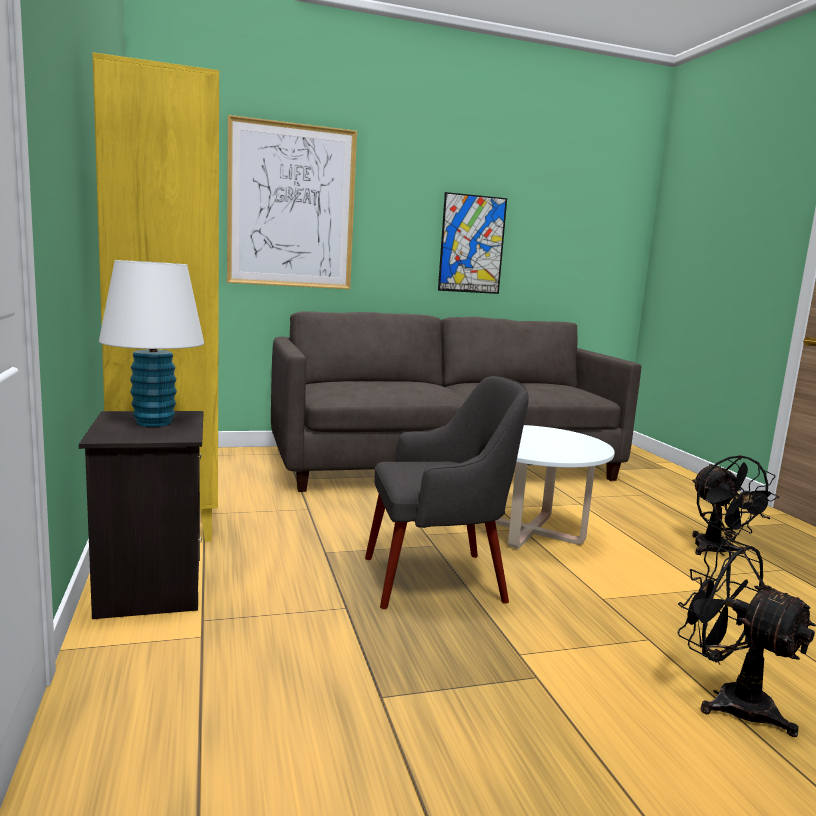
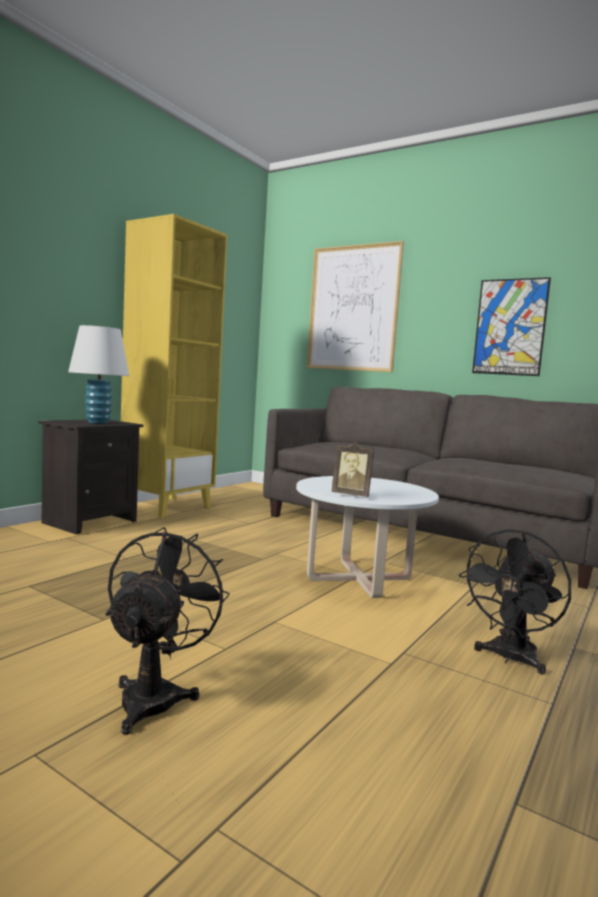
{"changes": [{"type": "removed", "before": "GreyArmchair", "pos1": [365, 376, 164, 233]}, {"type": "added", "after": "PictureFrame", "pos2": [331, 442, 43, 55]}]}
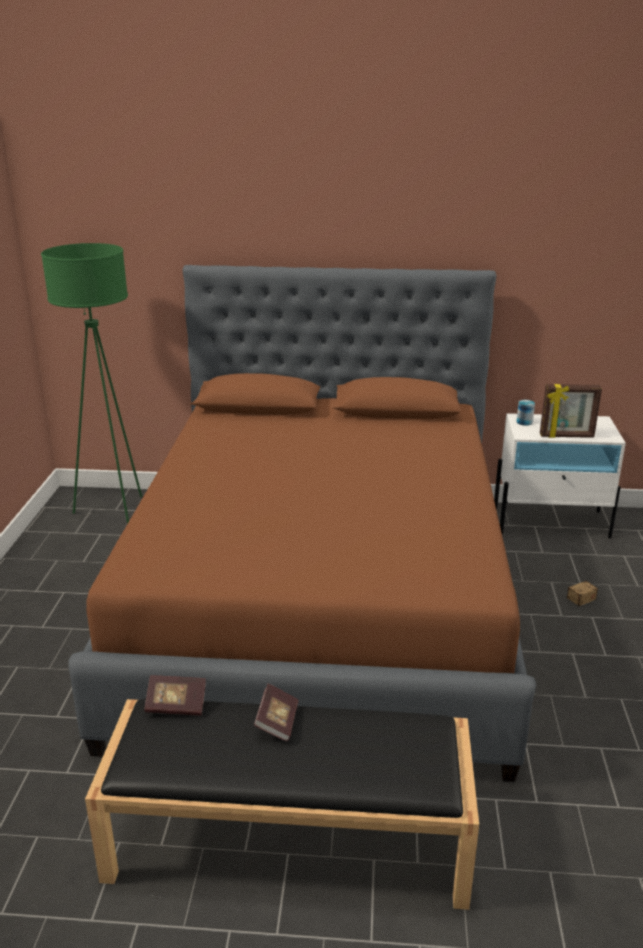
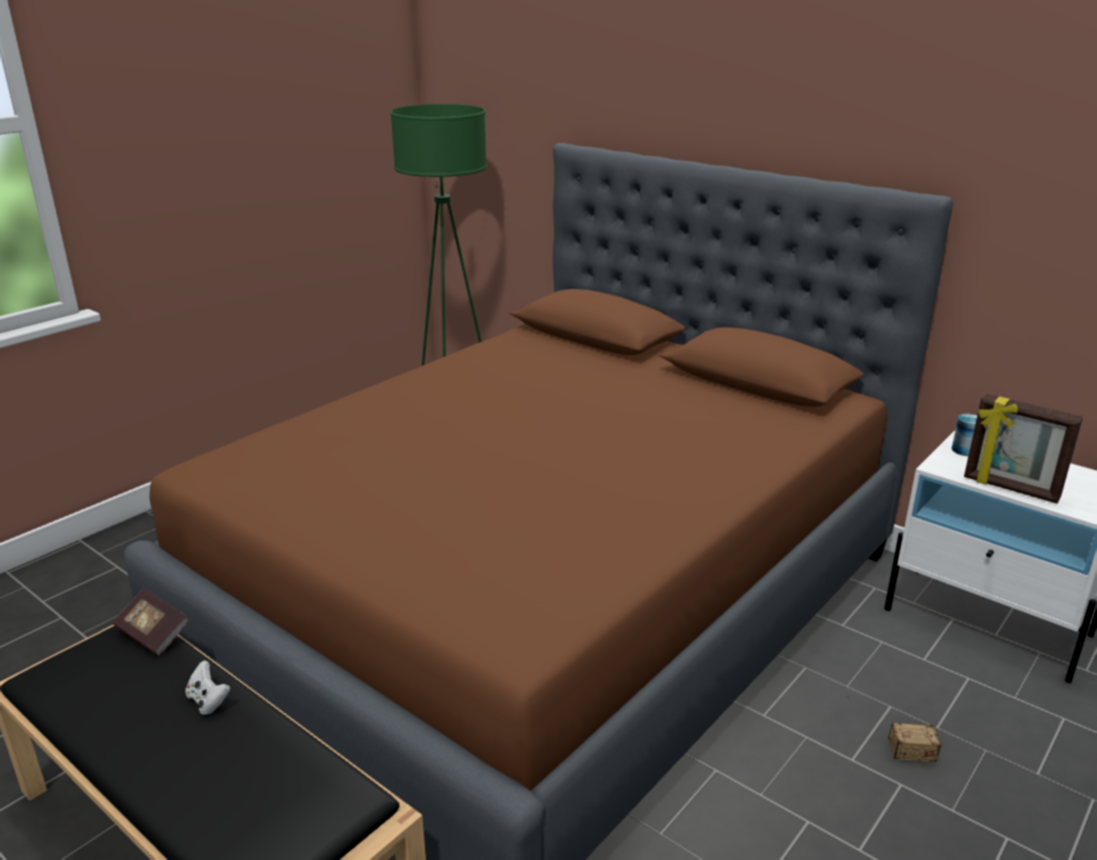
{"changes": [{"type": "replaced", "before": "Book", "after": "WhiteGameController", "pos1": [254, 683, 44, 59], "pos2": [185, 660, 46, 55]}]}
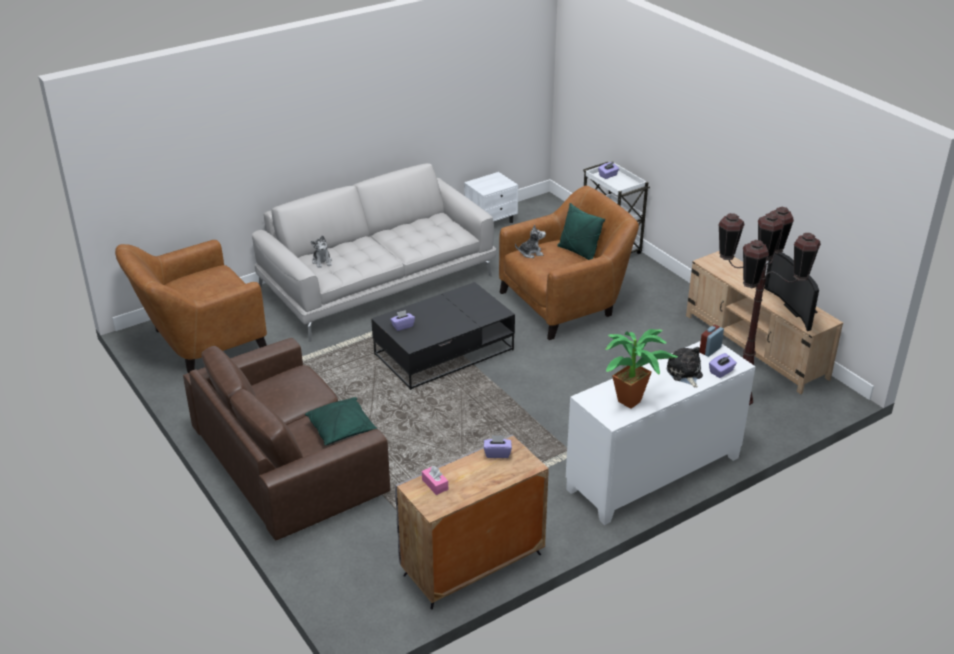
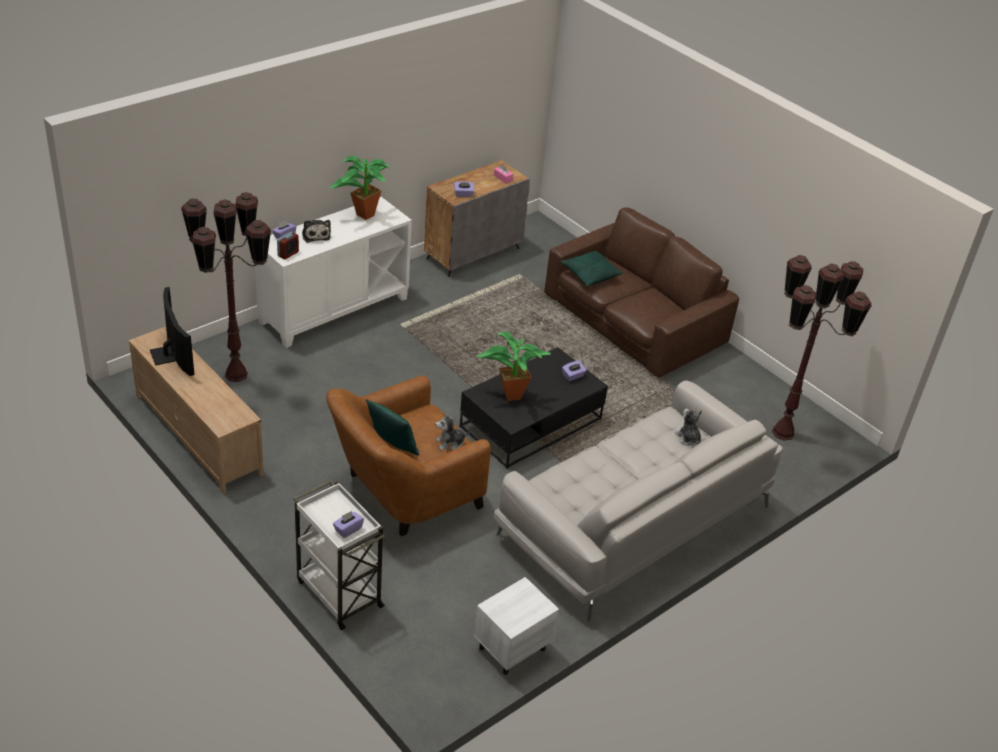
{"changes": [{"type": "replaced", "before": "BrownArmchair", "after": "BrownFloorLamp", "pos1": [115, 240, 152, 133], "pos2": [772, 255, 99, 186]}, {"type": "added", "after": "PottedPlant", "pos2": [477, 331, 74, 70]}]}
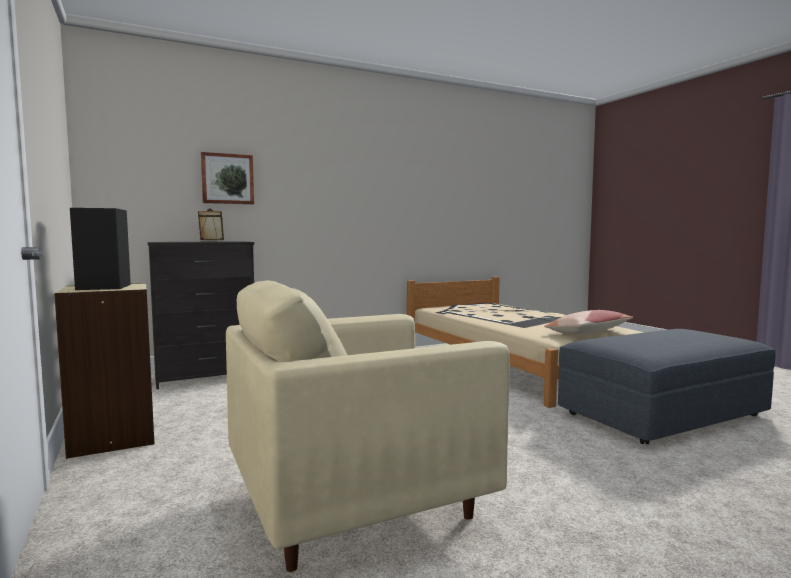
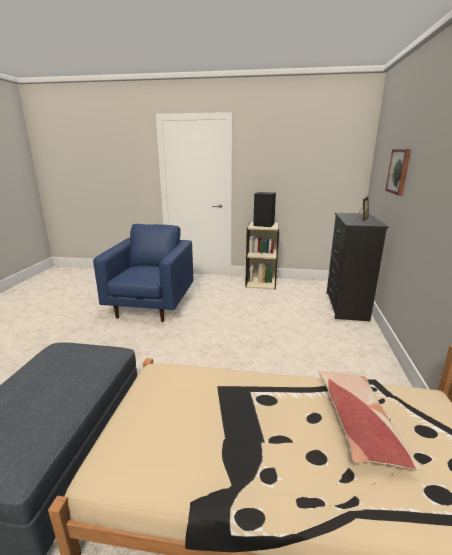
{"changes": [{"type": "recoloured", "before": "BeigeArmchair", "after": "BlueArmchair", "pos1": [226, 280, 284, 292], "pos2": [93, 224, 101, 98]}, {"type": "moved", "before": "Pillow", "pos1": [544, 310, 89, 24], "pos2": [319, 371, 103, 100]}]}
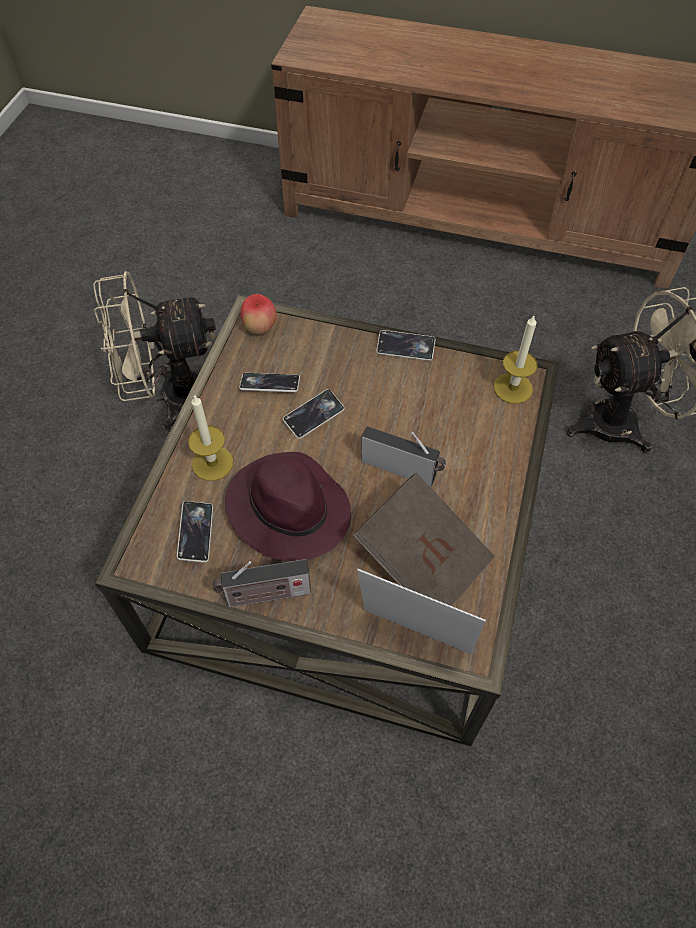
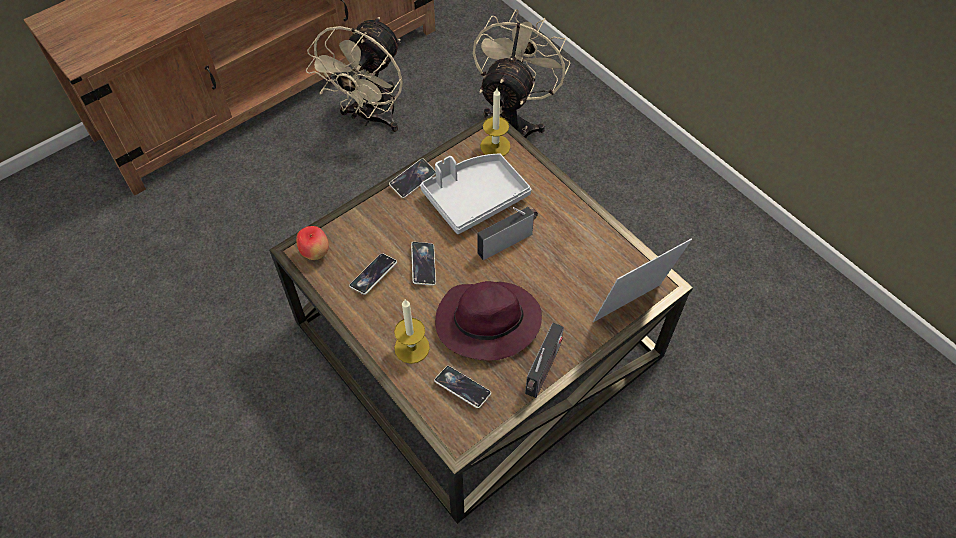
{"changes": [{"type": "moved", "before": "BeigeFan", "pos1": [93, 271, 123, 160], "pos2": [306, 17, 97, 115]}, {"type": "removed", "before": "BrownBook", "pos1": [352, 473, 142, 133]}, {"type": "added", "after": "GreyTray", "pos2": [420, 153, 111, 81]}]}
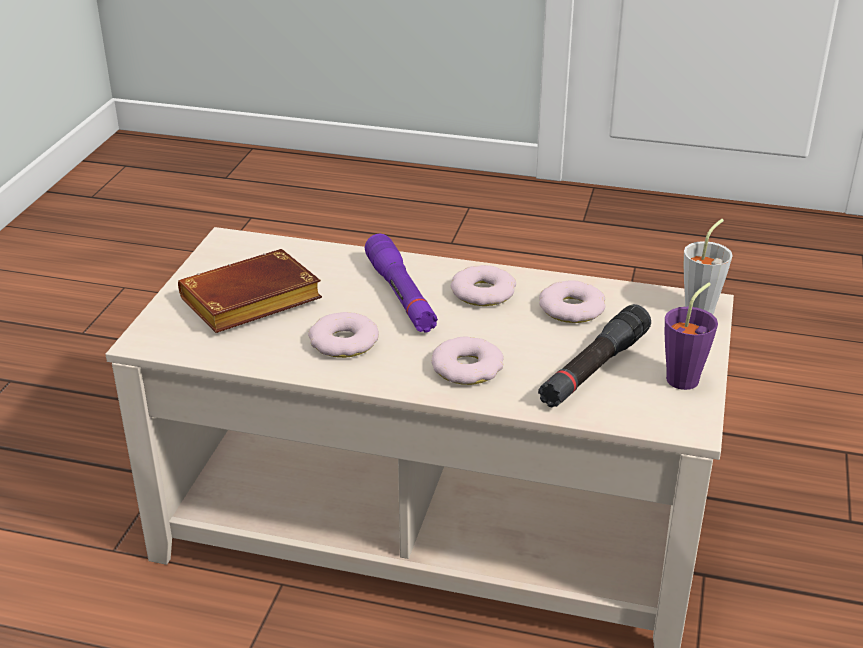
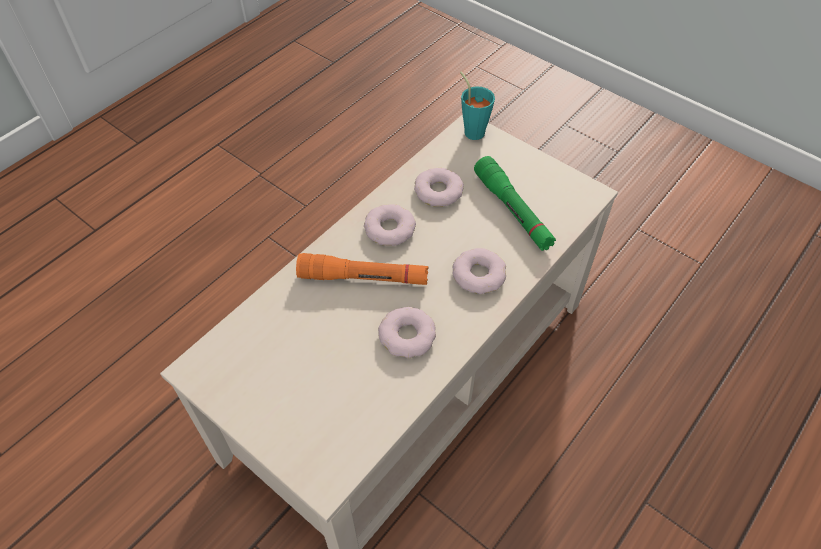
{"changes": [{"type": "removed", "before": "BrownBook", "pos1": [178, 249, 144, 84]}, {"type": "recoloured", "before": "PurpleFlashlight", "after": "OrangeFlashlight", "pos1": [365, 234, 73, 99], "pos2": [296, 253, 132, 32]}, {"type": "recoloured", "before": "BlackFlashlight", "after": "GreenFlashlight", "pos1": [538, 304, 113, 103], "pos2": [474, 156, 82, 95]}, {"type": "removed", "before": "PurpleCup", "pos1": [665, 282, 53, 108]}, {"type": "recoloured", "before": "GreyCup", "after": "TurquoiseCup", "pos1": [684, 219, 49, 95], "pos2": [460, 71, 35, 69]}]}
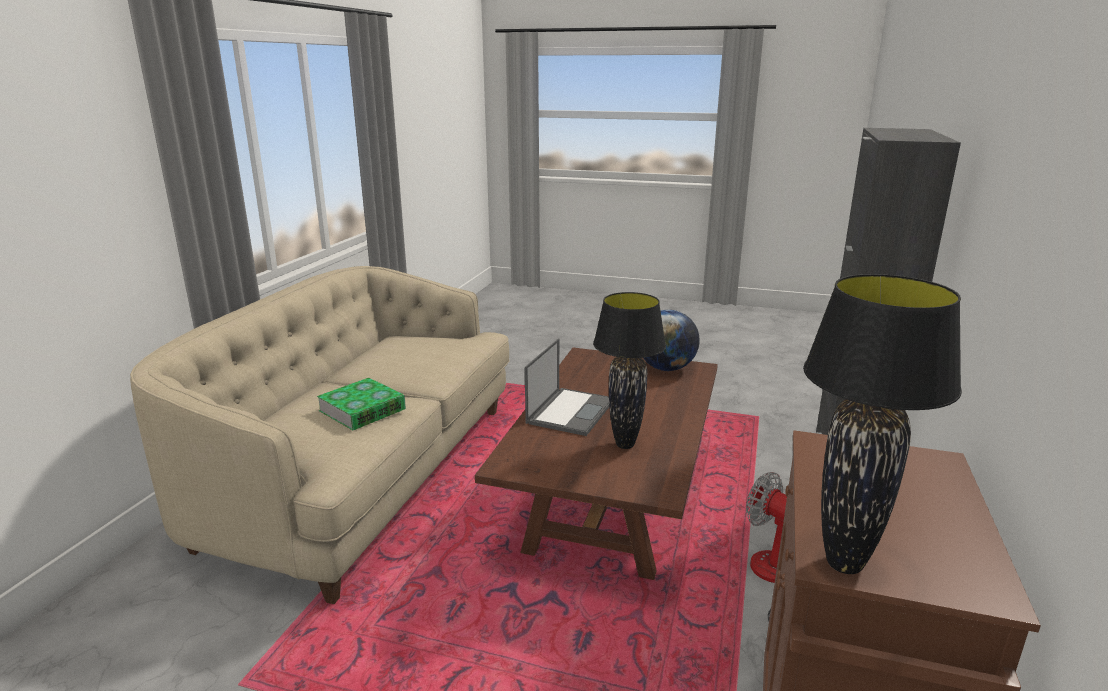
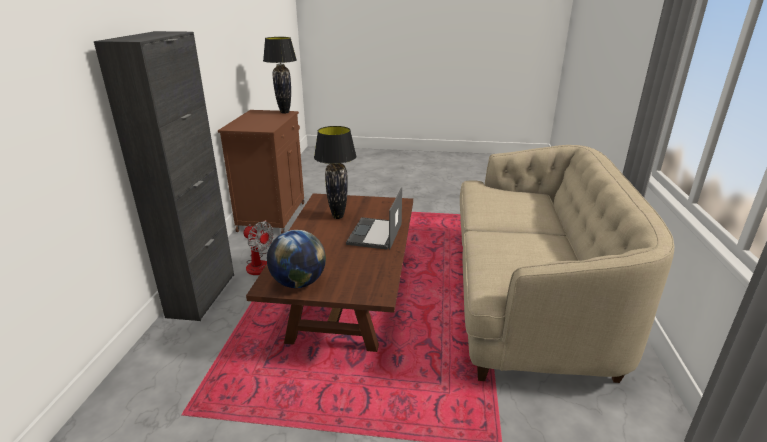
{"changes": [{"type": "removed", "before": "Book", "pos1": [317, 378, 89, 52]}]}
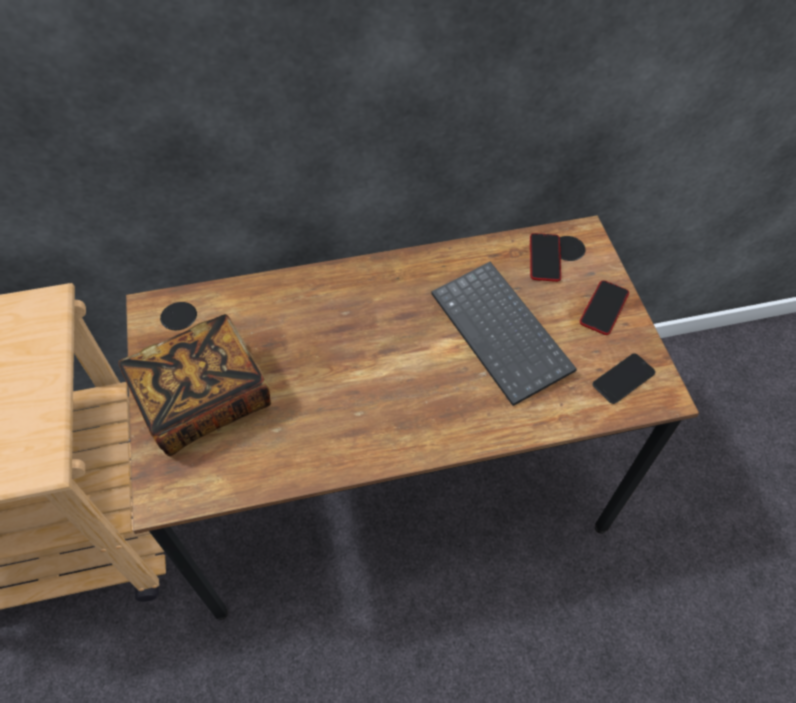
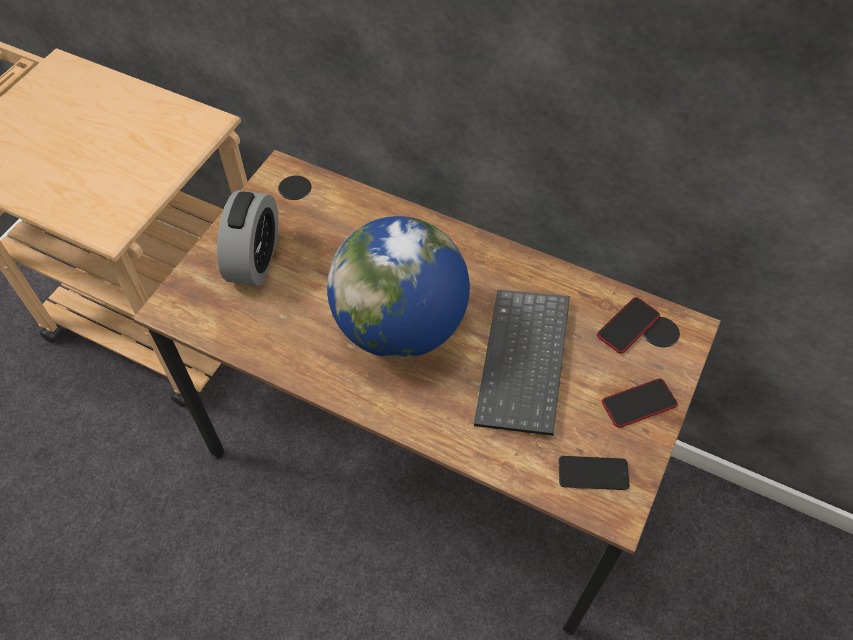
{"changes": [{"type": "replaced", "before": "Book", "after": "AlarmClock", "pos1": [118, 314, 153, 142], "pos2": [217, 190, 62, 96]}, {"type": "added", "after": "Globe", "pos2": [327, 216, 143, 143]}]}
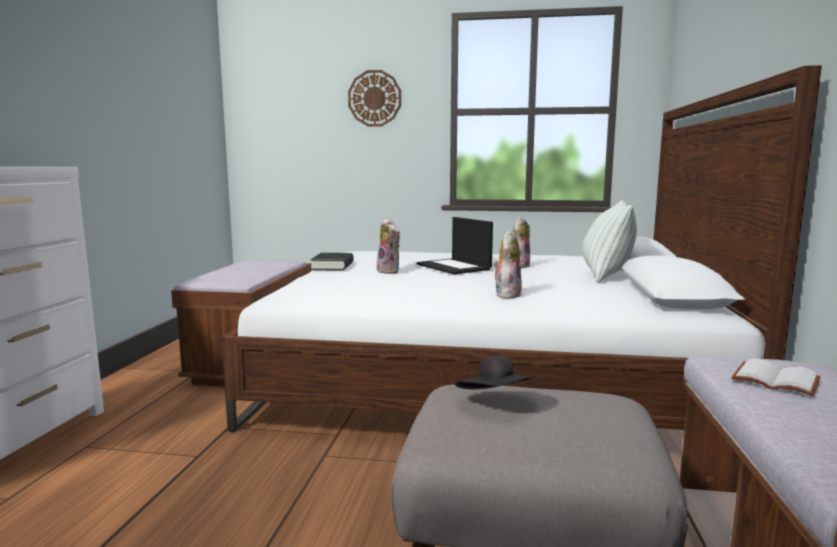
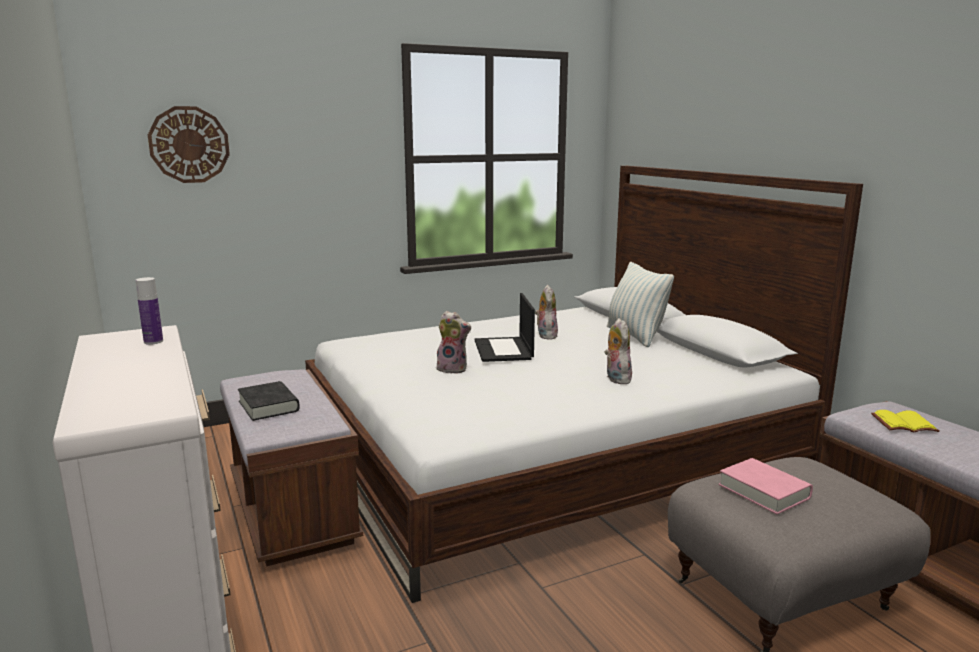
{"changes": [{"type": "moved", "before": "BlackBook", "pos1": [311, 253, 42, 17], "pos2": [238, 381, 62, 40]}, {"type": "moved", "before": "WallClock", "pos1": [348, 70, 53, 57], "pos2": [148, 106, 82, 77]}, {"type": "turned", "before": "Laptop", "pos1": [417, 217, 76, 58], "pos2": [475, 293, 60, 69], "turn": 60}, {"type": "replaced", "before": "BlackHat", "after": "PinkBook", "pos1": [455, 356, 83, 34], "pos2": [719, 458, 94, 56]}, {"type": "recoloured", "before": "WhiteBook", "after": "YellowBook", "pos1": [731, 359, 90, 37], "pos2": [871, 410, 68, 22]}, {"type": "added", "after": "Bottle", "pos2": [136, 277, 27, 68]}]}
